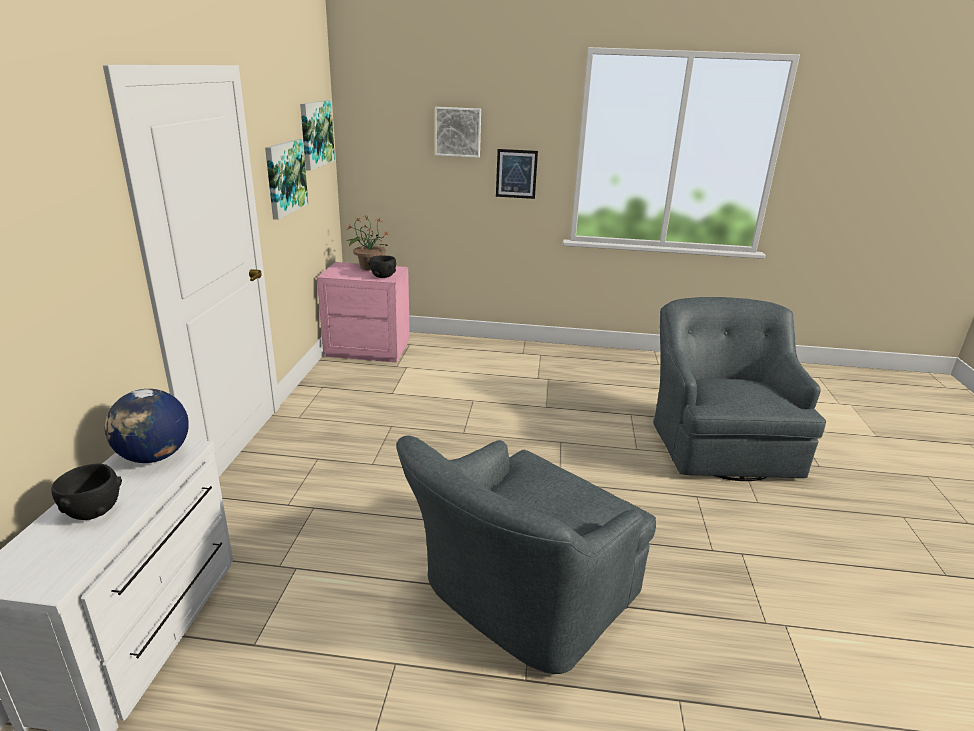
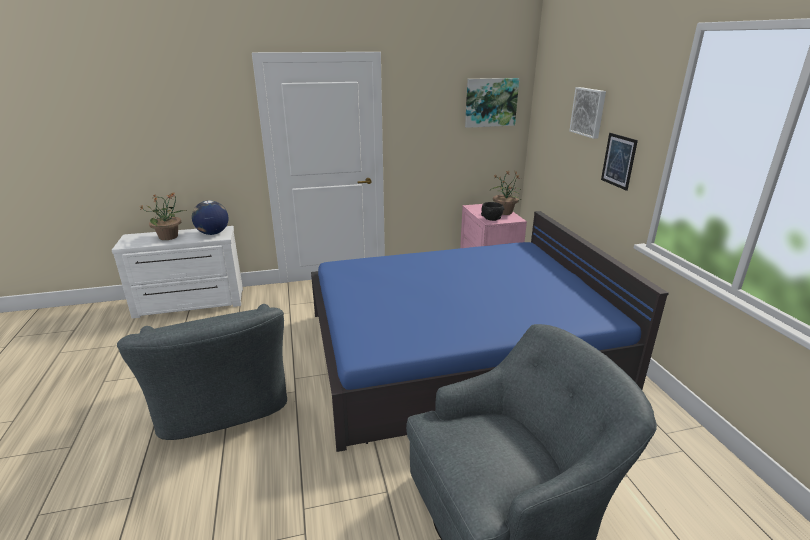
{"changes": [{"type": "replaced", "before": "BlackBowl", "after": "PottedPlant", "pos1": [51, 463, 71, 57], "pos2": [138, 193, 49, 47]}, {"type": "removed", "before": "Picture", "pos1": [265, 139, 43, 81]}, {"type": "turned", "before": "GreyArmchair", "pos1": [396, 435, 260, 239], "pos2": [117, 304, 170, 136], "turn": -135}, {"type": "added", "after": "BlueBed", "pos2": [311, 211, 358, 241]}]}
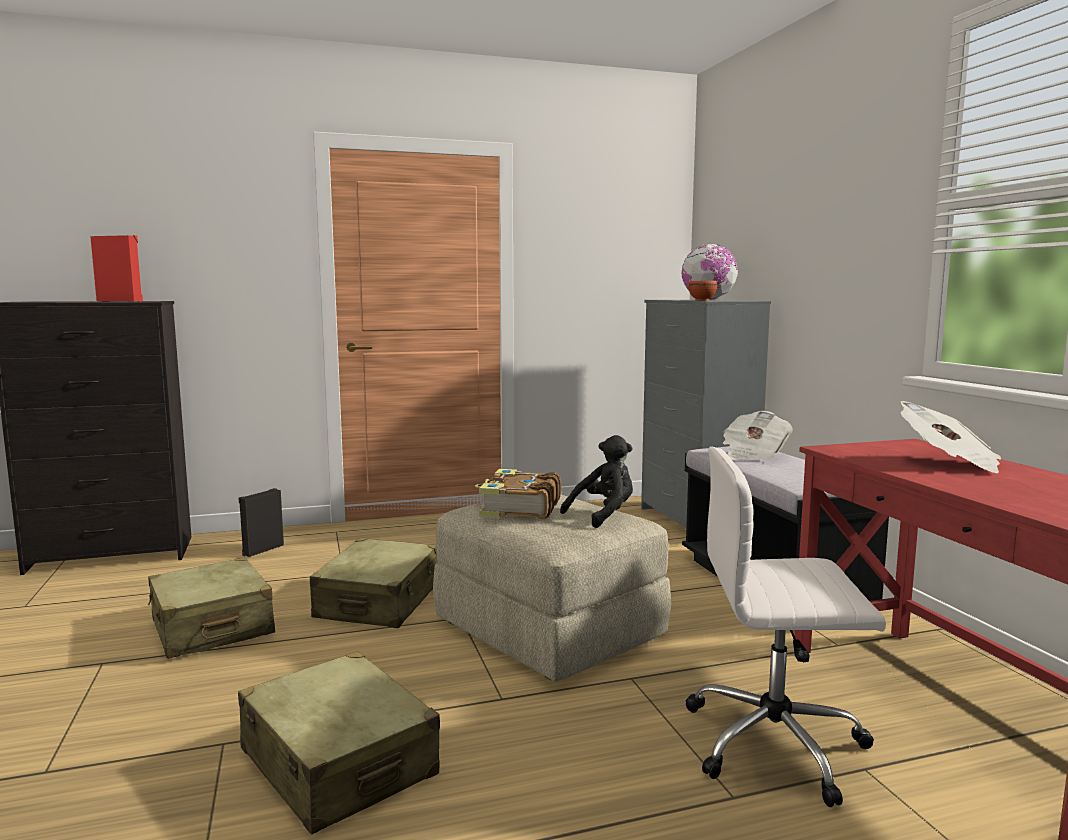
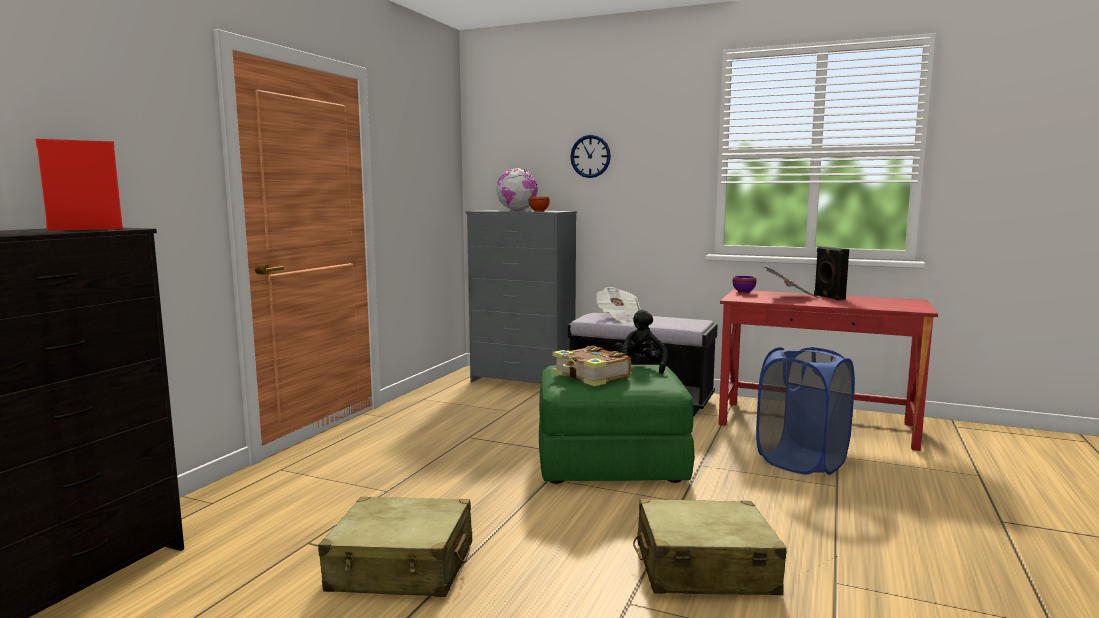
{"changes": [{"type": "moved", "before": "BlackSpeaker", "pos1": [238, 488, 46, 69], "pos2": [814, 246, 35, 54]}, {"type": "removed", "before": "BeigeSuitcase", "pos1": [310, 538, 128, 90]}, {"type": "recoloured", "before": "BeigeOttoman", "after": "GreenOttoman", "pos1": [433, 495, 238, 187], "pos2": [539, 365, 156, 119]}, {"type": "replaced", "before": "WhiteOfficeChair", "after": "BlueLaundryBasket", "pos1": [686, 446, 200, 361], "pos2": [756, 347, 99, 128]}, {"type": "added", "after": "WallClock", "pos2": [570, 135, 41, 43]}, {"type": "added", "after": "PurpleBowl", "pos2": [733, 276, 23, 18]}]}
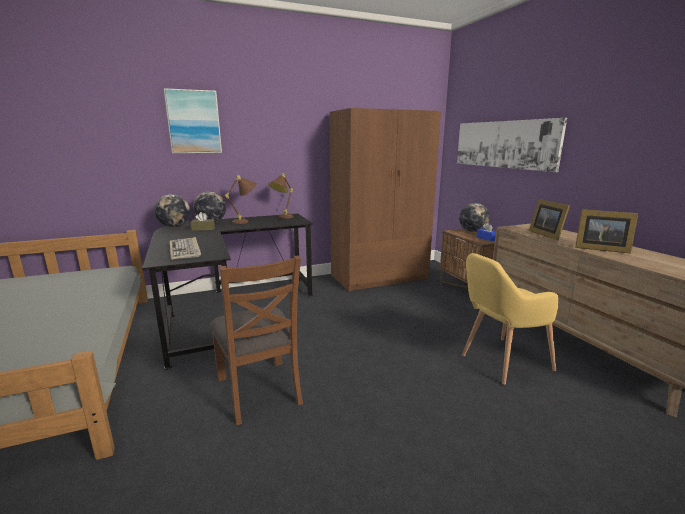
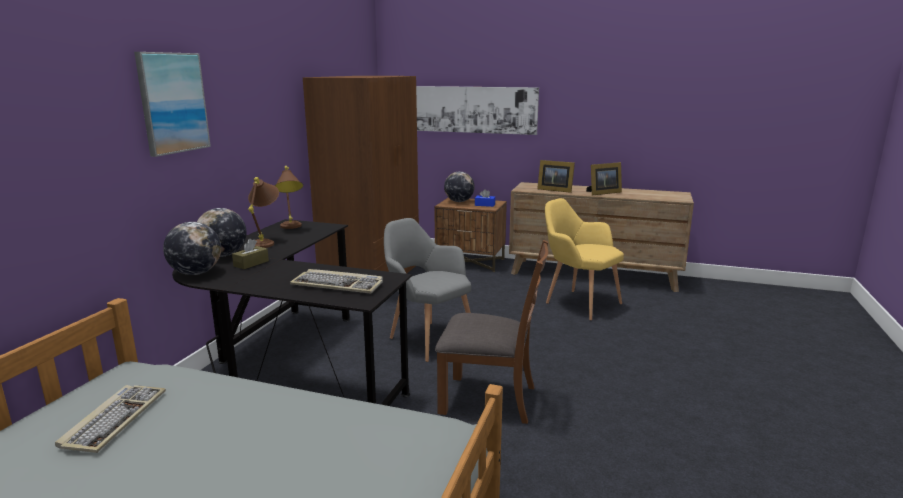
{"changes": [{"type": "turned", "before": "YellowArmchair", "pos1": [462, 253, 96, 132], "pos2": [545, 198, 79, 122], "turn": 120}, {"type": "added", "after": "Keyboard", "pos2": [55, 385, 111, 68]}, {"type": "added", "after": "GreyArmchair", "pos2": [384, 218, 87, 144]}]}
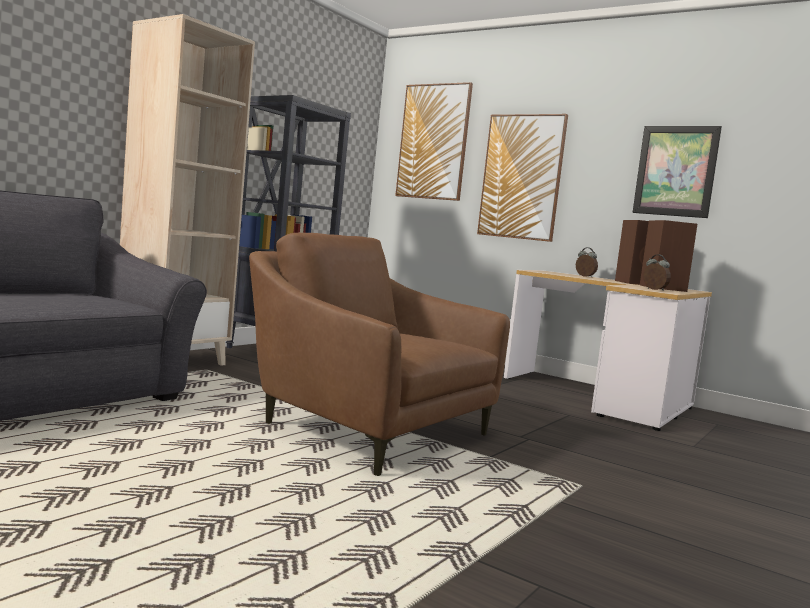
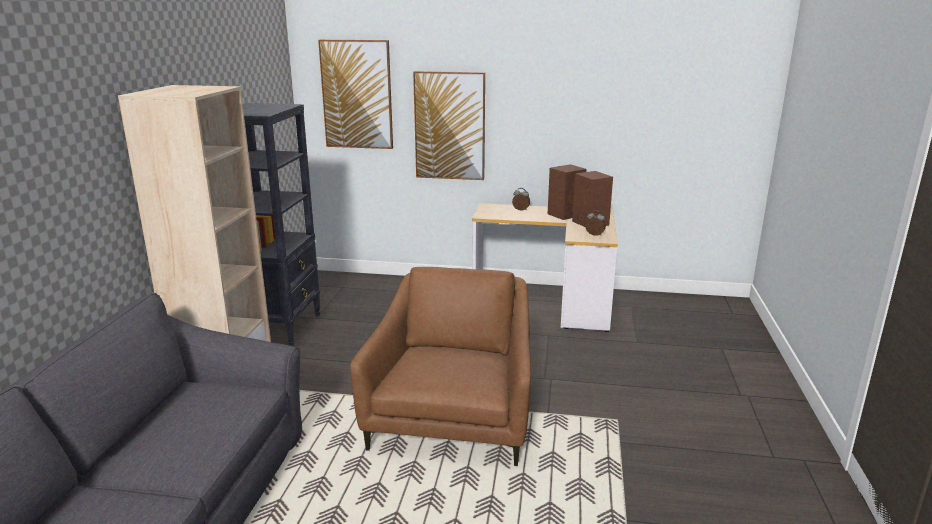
{"changes": [{"type": "turned", "before": "BrownArmchair", "pos1": [249, 233, 261, 243], "pos2": [350, 267, 181, 199], "turn": 90}, {"type": "removed", "before": "Picture", "pos1": [632, 126, 90, 92]}]}
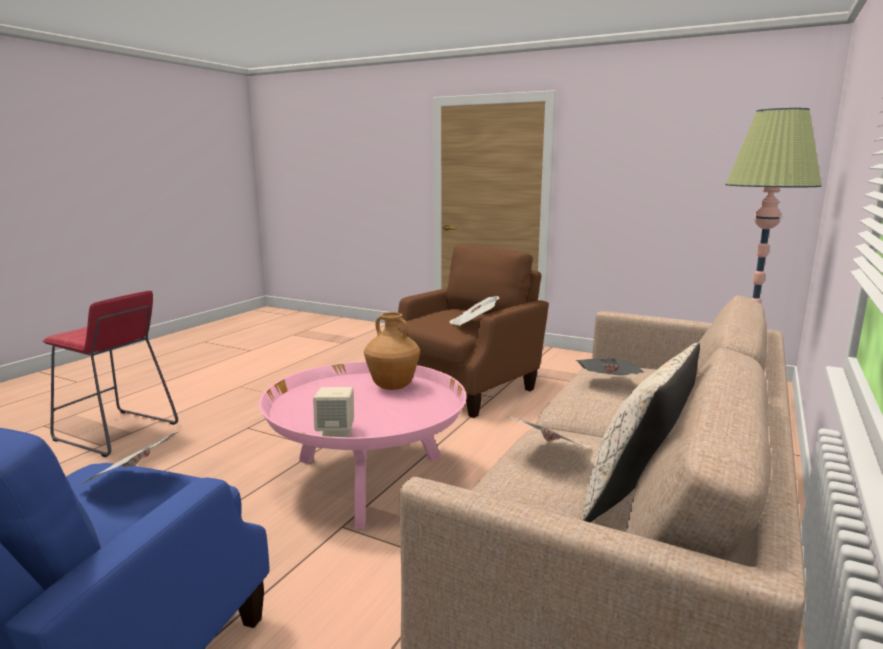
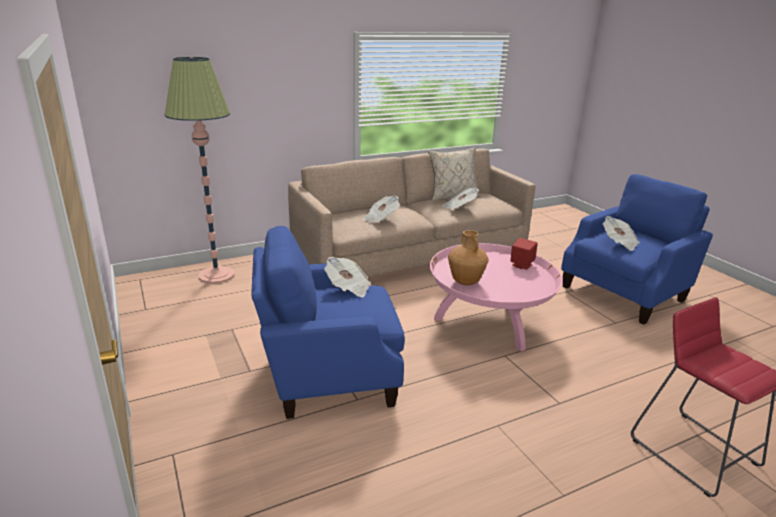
{"changes": [{"type": "recoloured", "before": "BeigeSpeaker", "after": "RedSpeaker", "pos1": [313, 387, 41, 50], "pos2": [510, 238, 28, 32]}, {"type": "recoloured", "before": "BrownArmchair", "after": "BlueArmchair", "pos1": [398, 244, 151, 174], "pos2": [251, 226, 154, 193]}]}
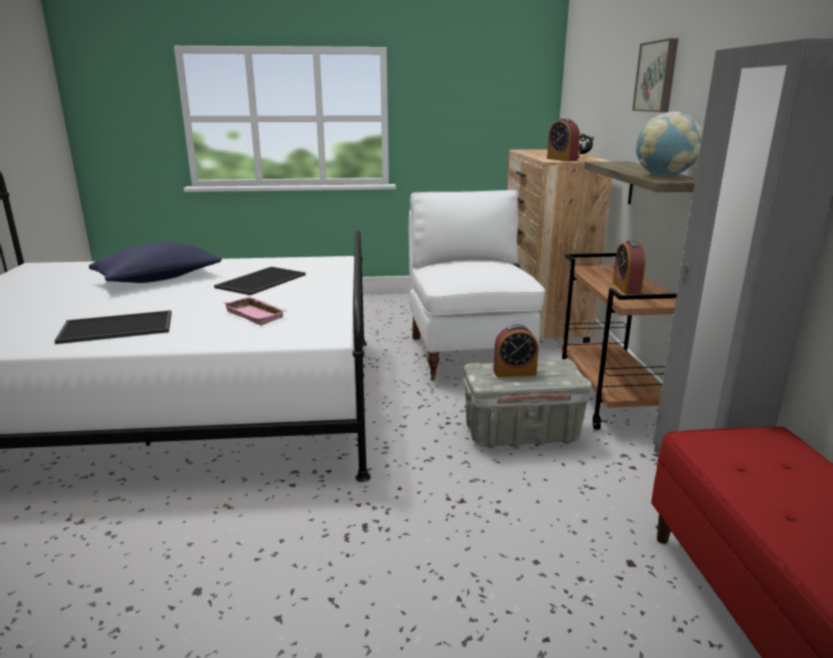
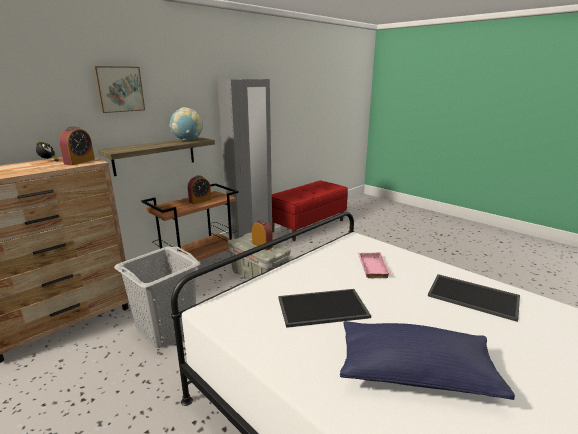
{"changes": [{"type": "replaced", "before": "WhiteArmchair", "after": "GreyLaundryBasket", "pos1": [409, 190, 136, 191], "pos2": [114, 246, 86, 102]}]}
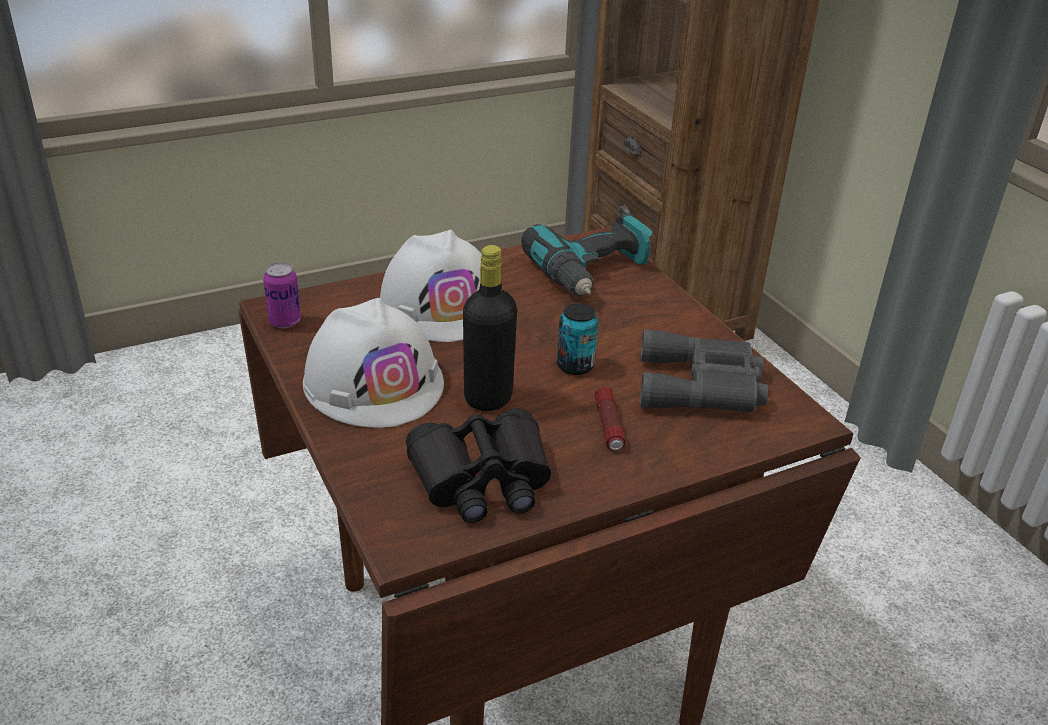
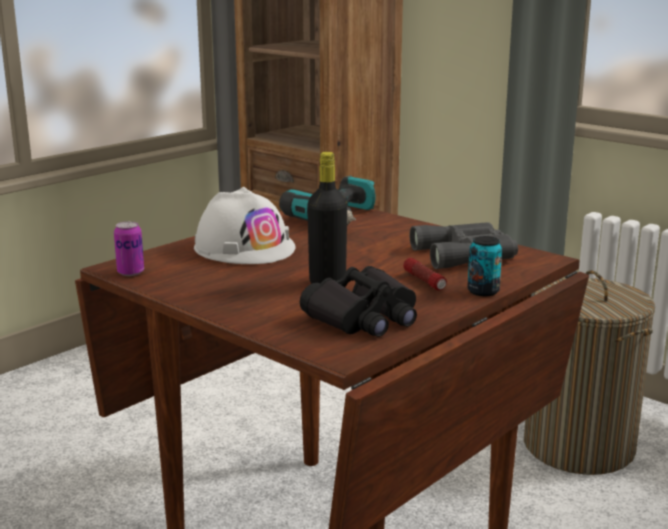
{"changes": [{"type": "removed", "before": "WhiteHardHat", "pos1": [303, 298, 141, 130]}, {"type": "moved", "before": "Can", "pos1": [557, 303, 41, 72], "pos2": [467, 236, 35, 60]}, {"type": "added", "after": "LaundryBasket", "pos2": [524, 270, 131, 205]}]}
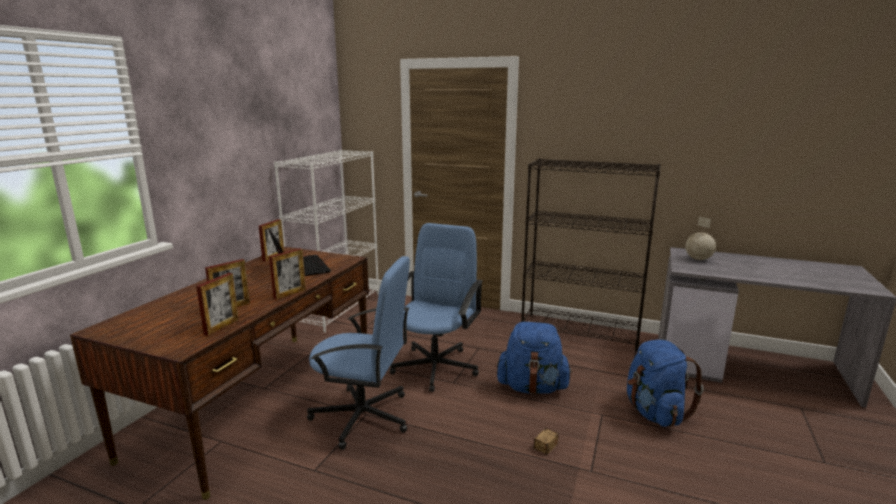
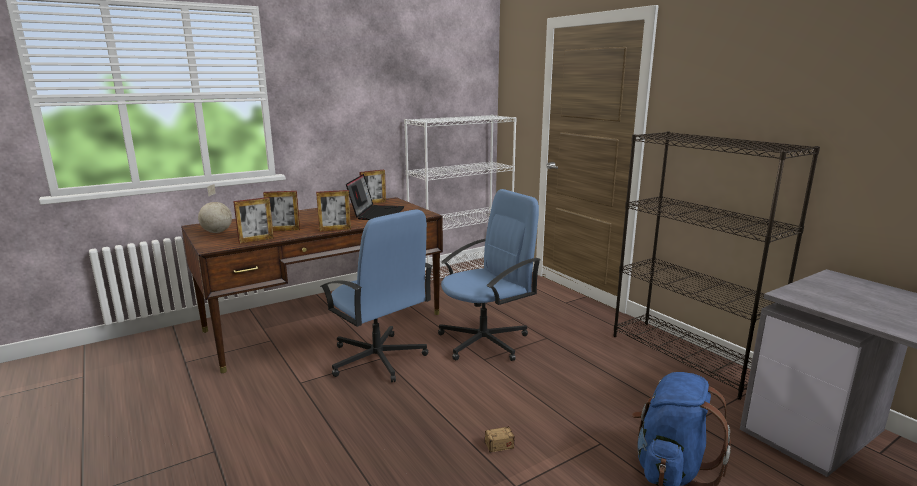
{"changes": [{"type": "removed", "before": "BlueBackpack", "pos1": [497, 322, 76, 72]}, {"type": "moved", "before": "Globe", "pos1": [685, 217, 31, 43], "pos2": [198, 184, 34, 49]}]}
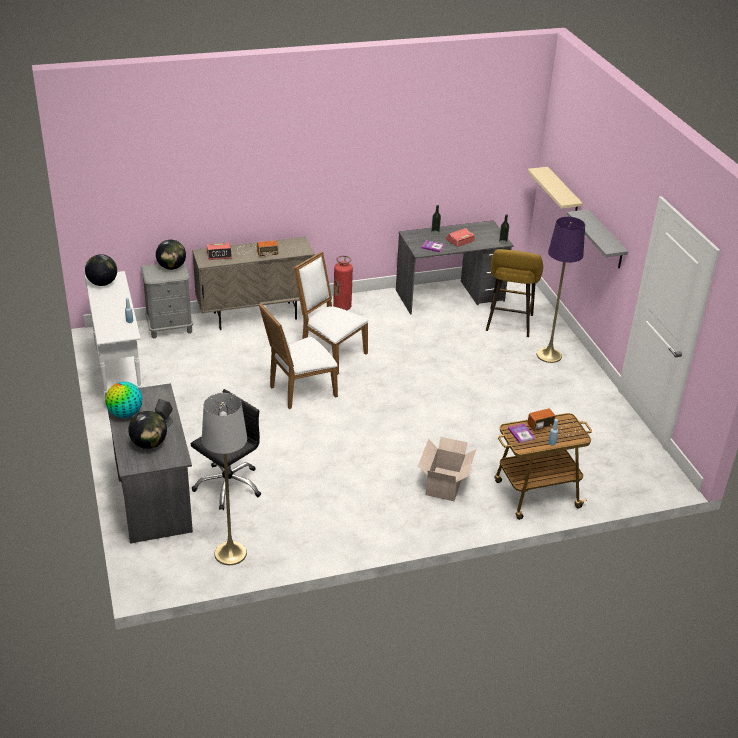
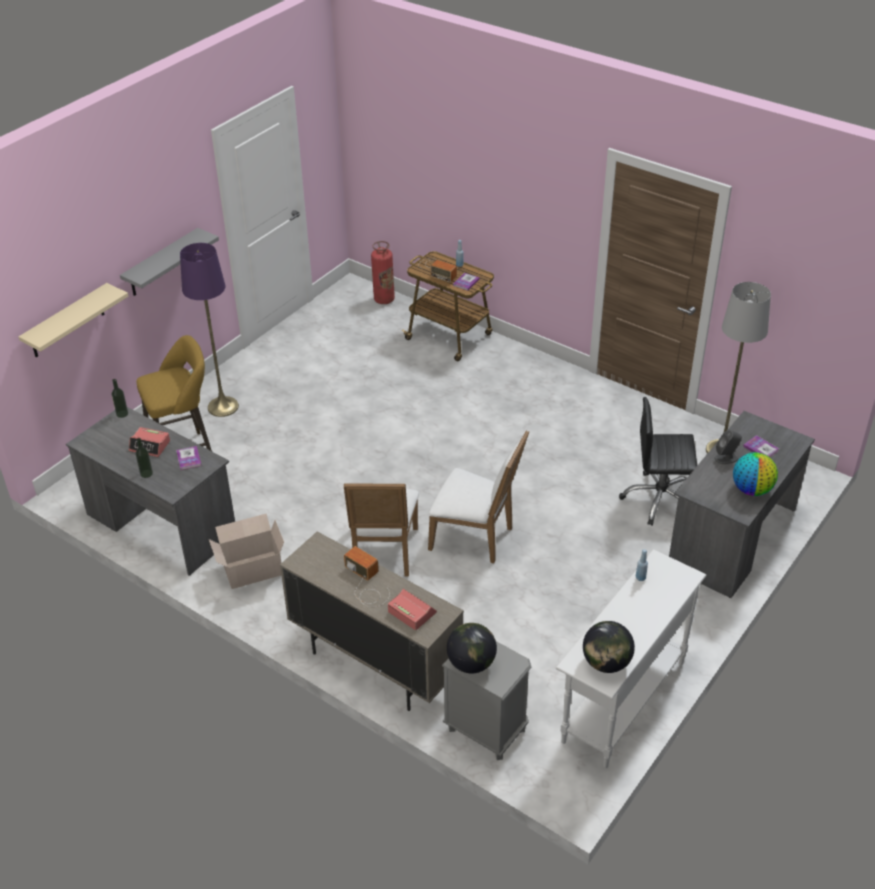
{"changes": [{"type": "replaced", "before": "Globe", "after": "Book", "pos1": [128, 411, 39, 38], "pos2": [743, 435, 36, 22]}, {"type": "moved", "before": "FireExtinguisher", "pos1": [333, 256, 20, 54], "pos2": [371, 241, 24, 63]}, {"type": "moved", "before": "CardboardBox", "pos1": [418, 437, 58, 64], "pos2": [209, 514, 75, 75]}]}
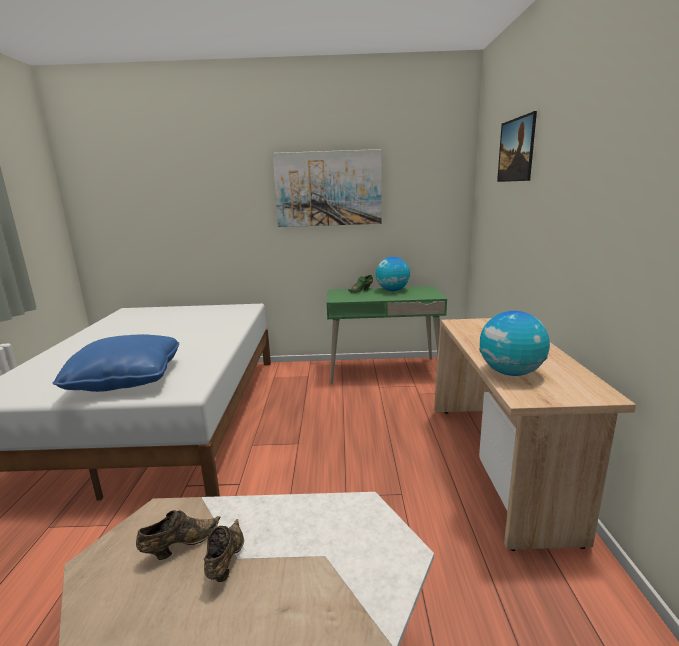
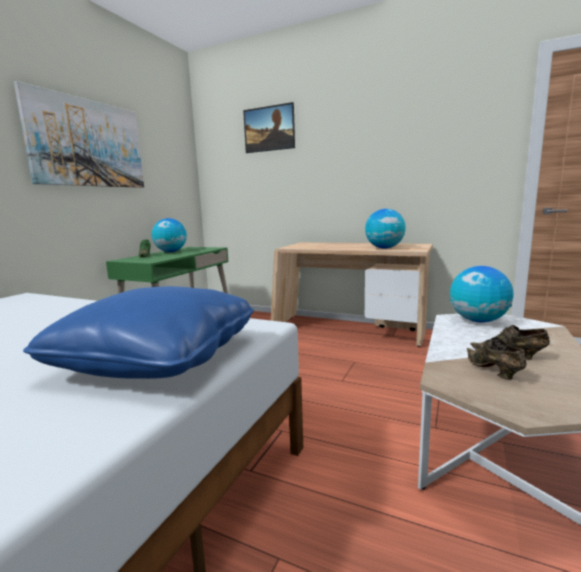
{"changes": [{"type": "added", "after": "Globe", "pos2": [450, 266, 64, 56]}]}
